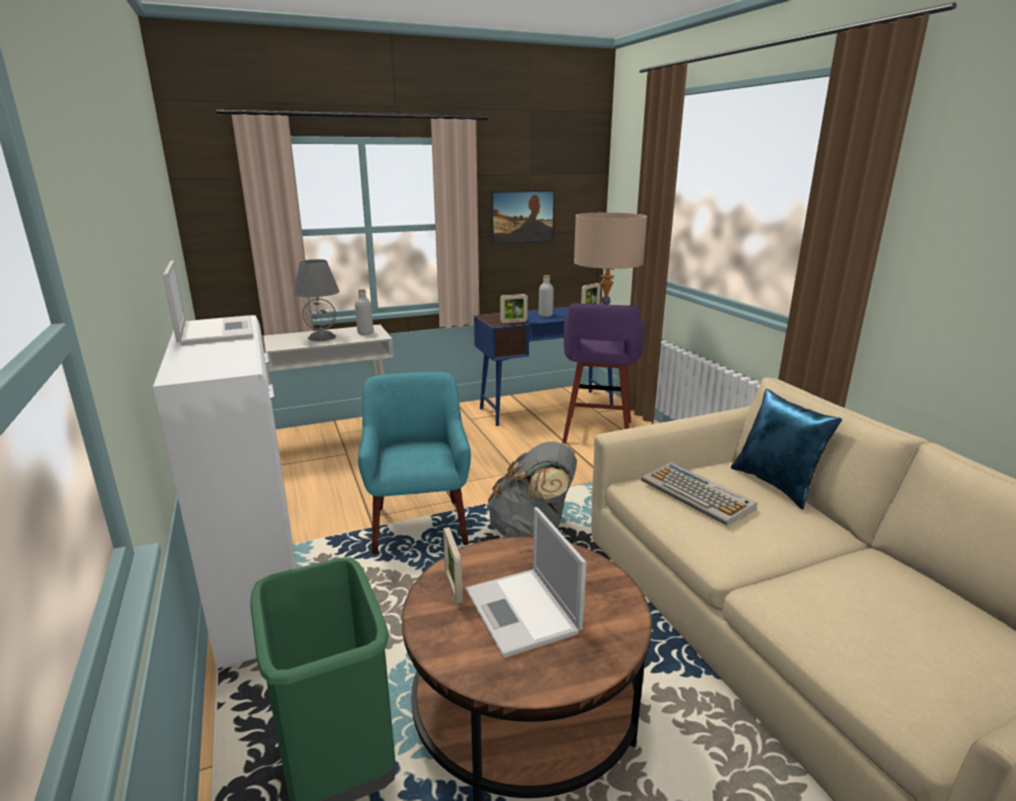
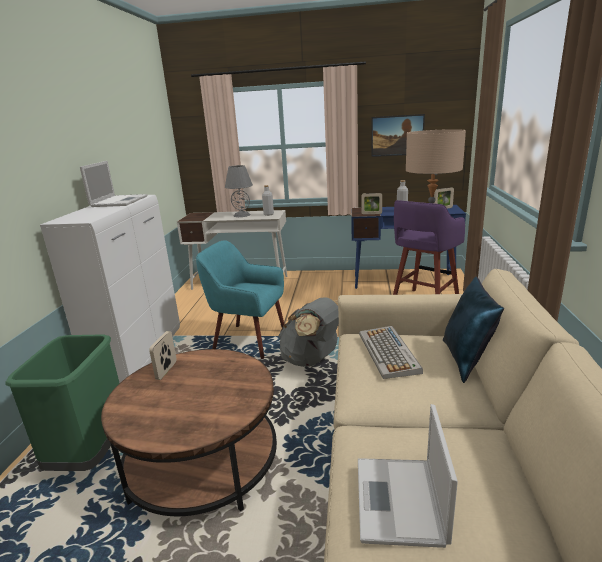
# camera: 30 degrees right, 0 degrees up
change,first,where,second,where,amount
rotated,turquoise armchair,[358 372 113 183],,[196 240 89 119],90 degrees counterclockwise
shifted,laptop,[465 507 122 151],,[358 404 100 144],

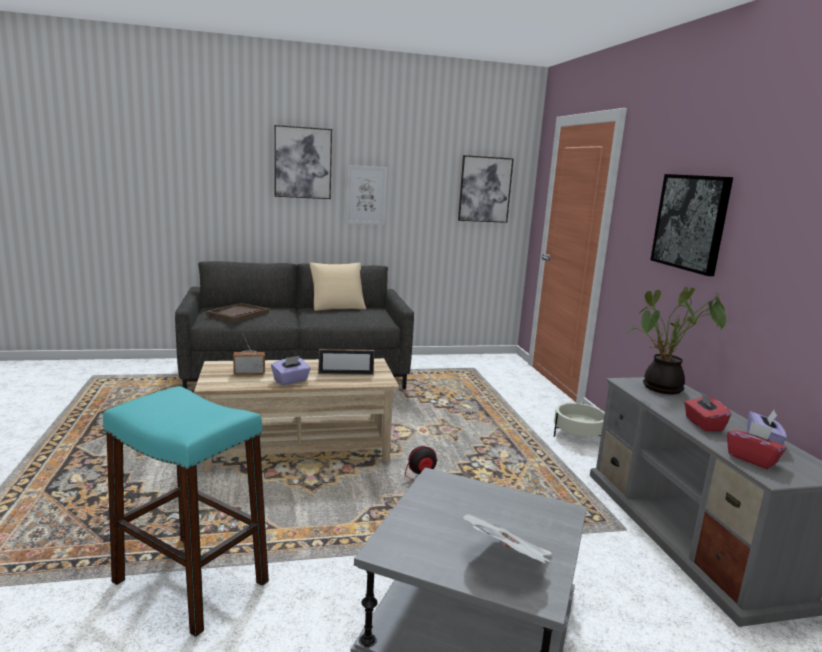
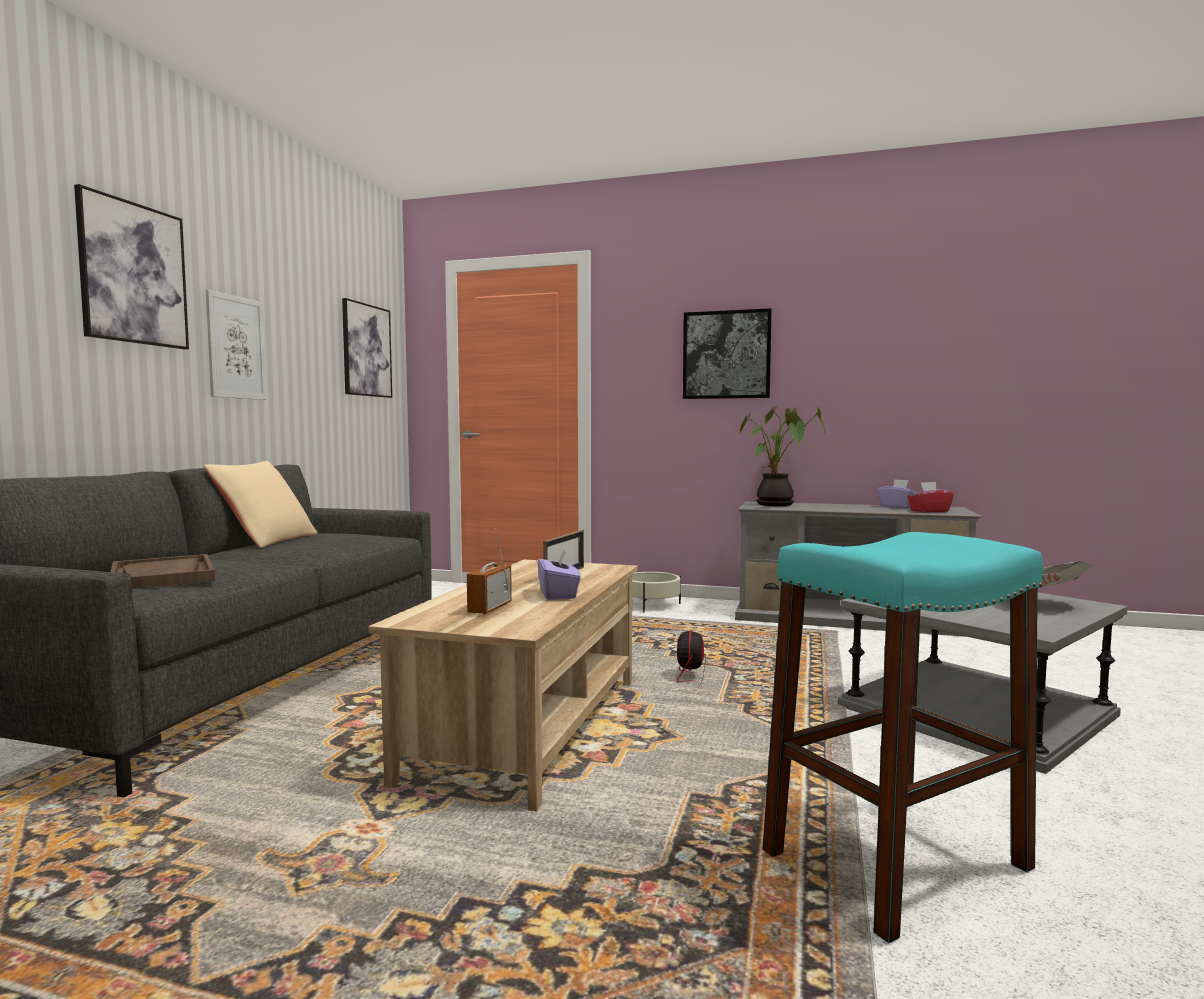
# camera: 60 degrees left, 10 degrees down
change,first,where,second,where,amount
gone,red tissue box,[684 391 47 41],,,

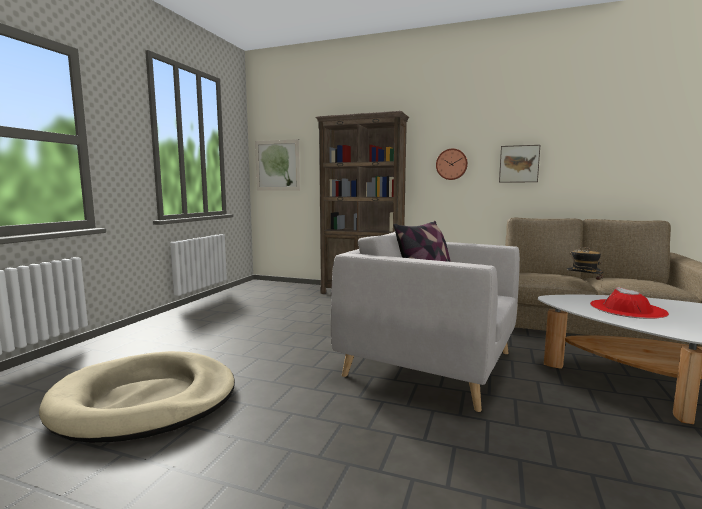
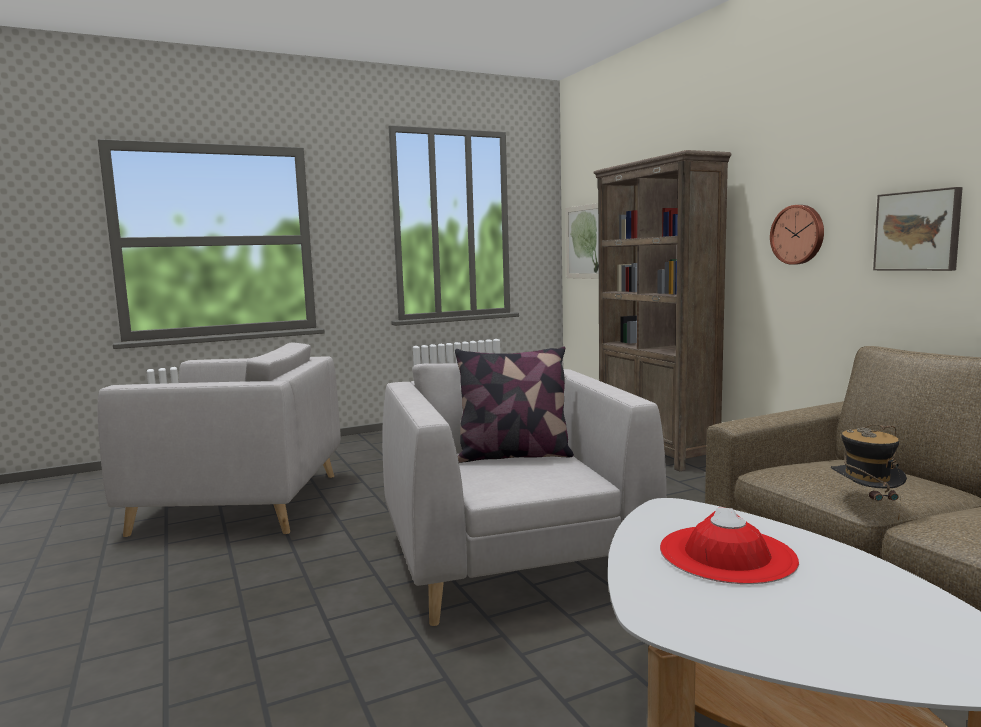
# camera: 45 degrees right, 0 degrees up
change,first,where,second,where,amount
swapped,beige dog bed,[39 351 196 92],grey armchair,[98 342 243 195],

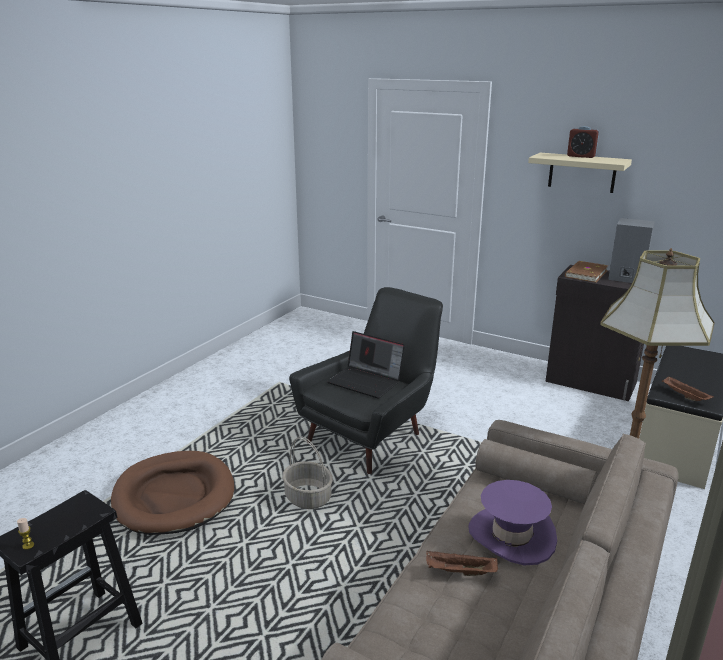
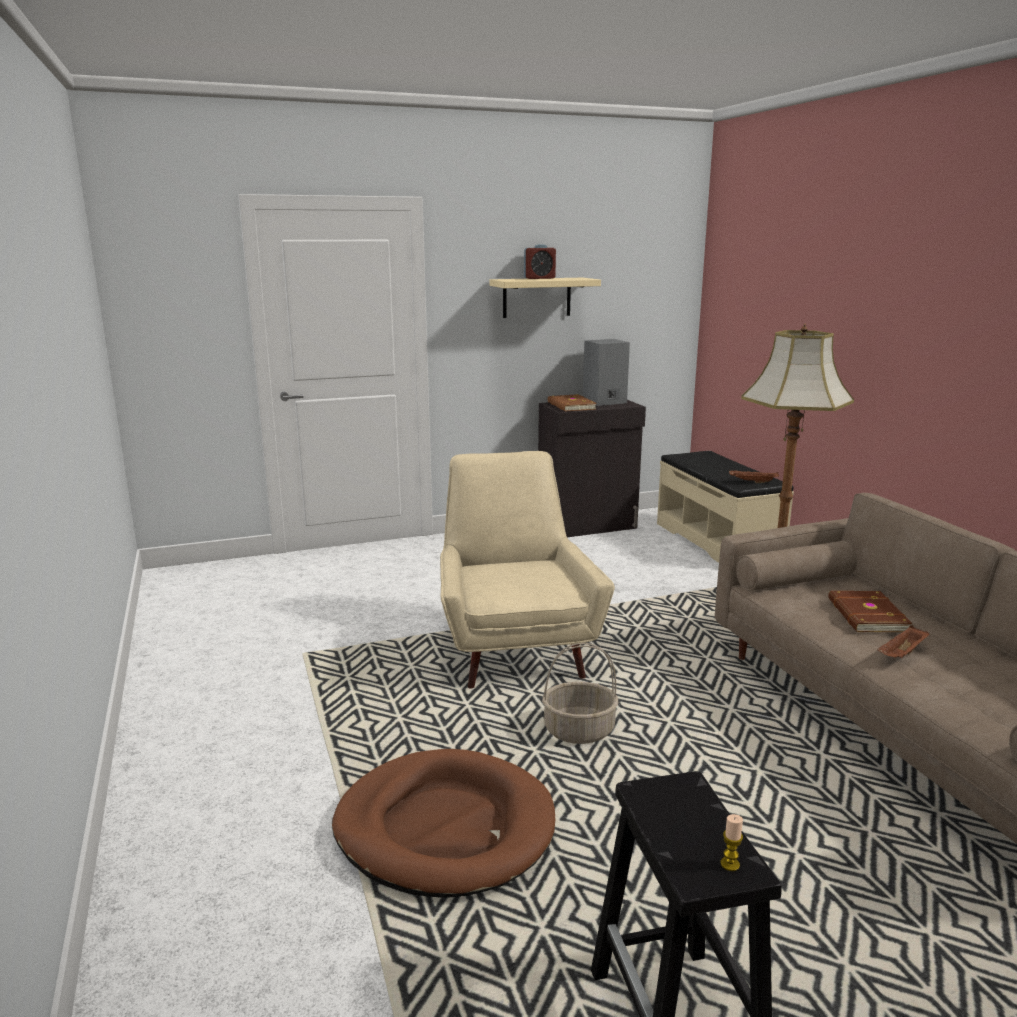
# camera: 50 degrees left, 5 degrees down
change,first,where,second,where,amount
repainted,black armchair,[289 287 154 187],beige armchair,[440 451 175 238],
gone,laptop,[327 331 78 68],,,
swapped,purple hat,[468 480 89 85],brown book,[828 591 84 42],

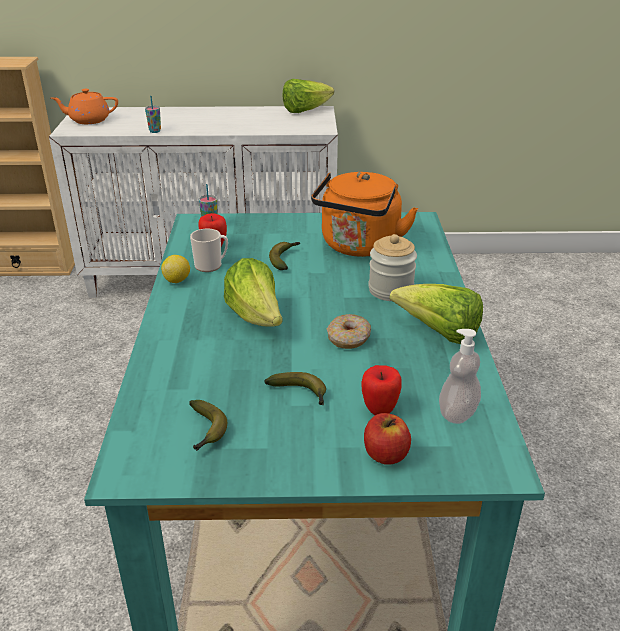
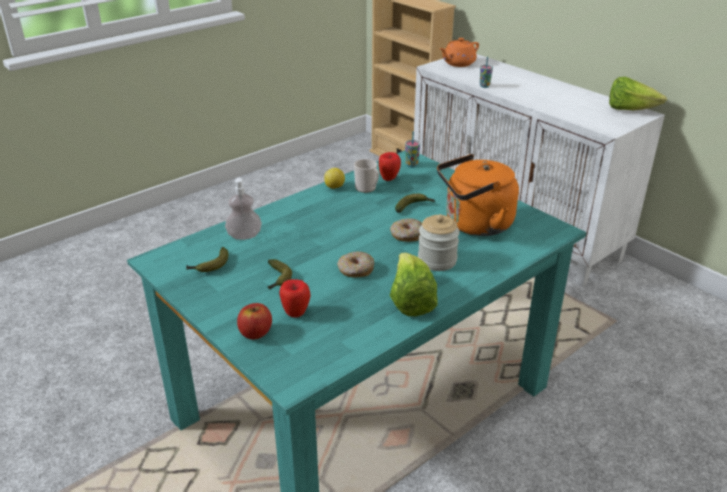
# camera: 50 degrees right, 0 degrees up
change,first,where,second,where,amount
rotated,orange teapot,[51 89 67 35],,[440 38 39 29],75 degrees counterclockwise
gone,lettuce,[224 258 59 69],,,
shifted,soap dispenser,[439 329 42 95],,[225 178 37 62],
new,,,donut,[390 218 32 24],

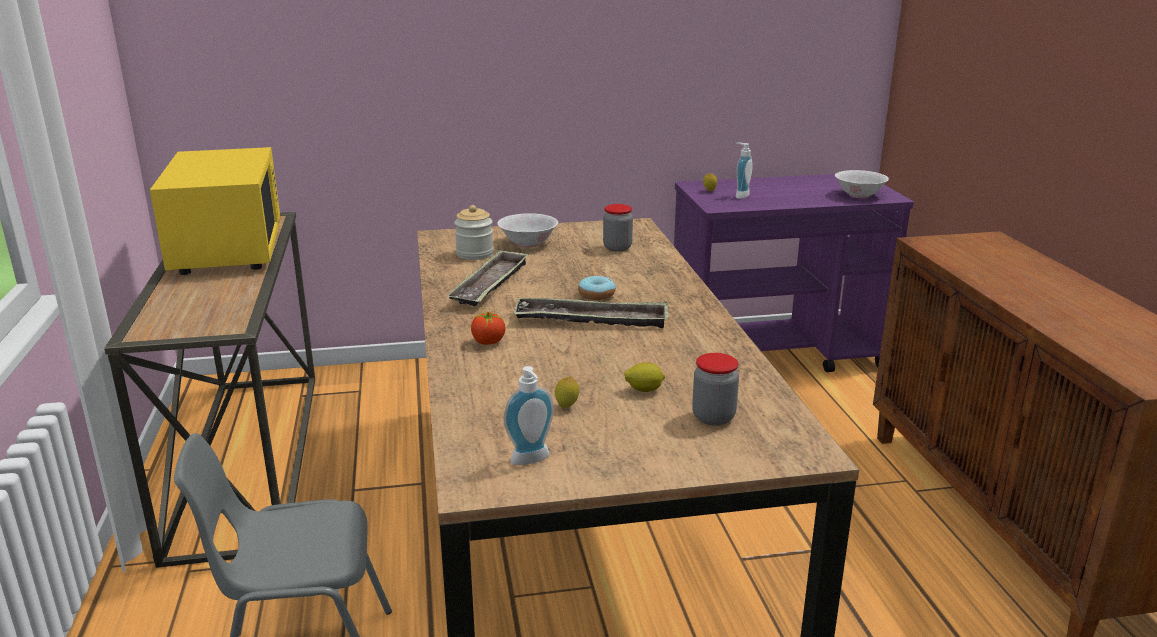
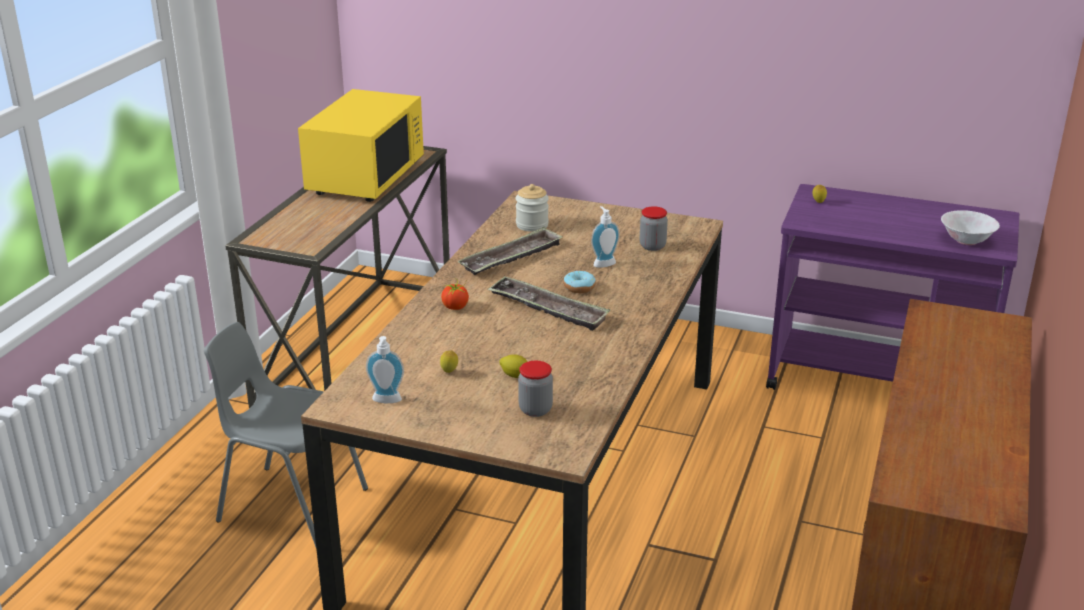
# camera: 30 degrees right, 5 degrees up
change,first,where,second,where,amount
gone,white bowl,[497 213 61 35],,,
shifted,soap dispenser,[736 142 17 57],,[591 206 29 62],

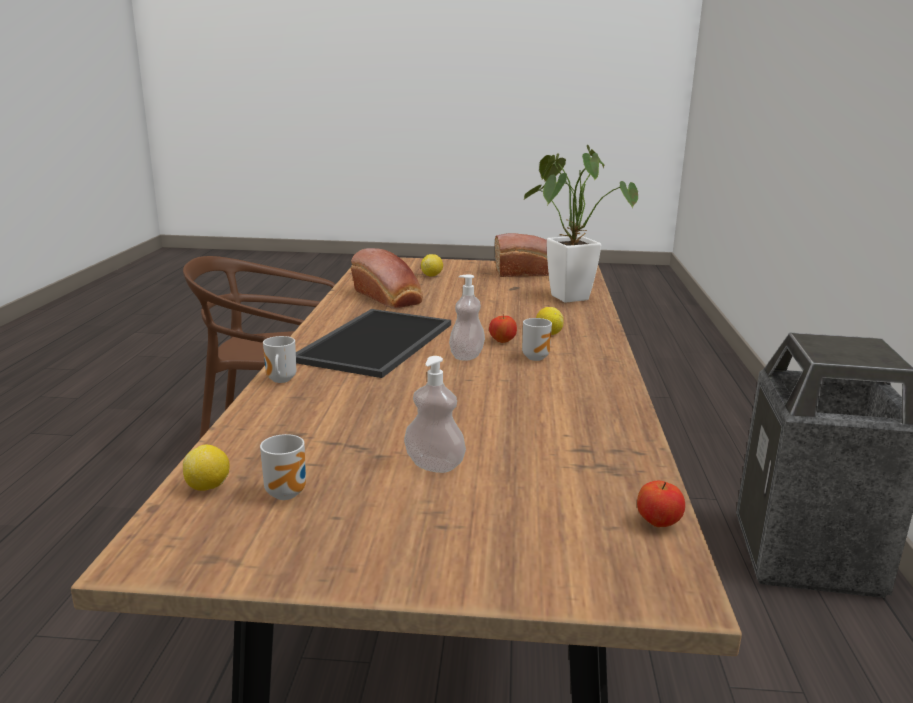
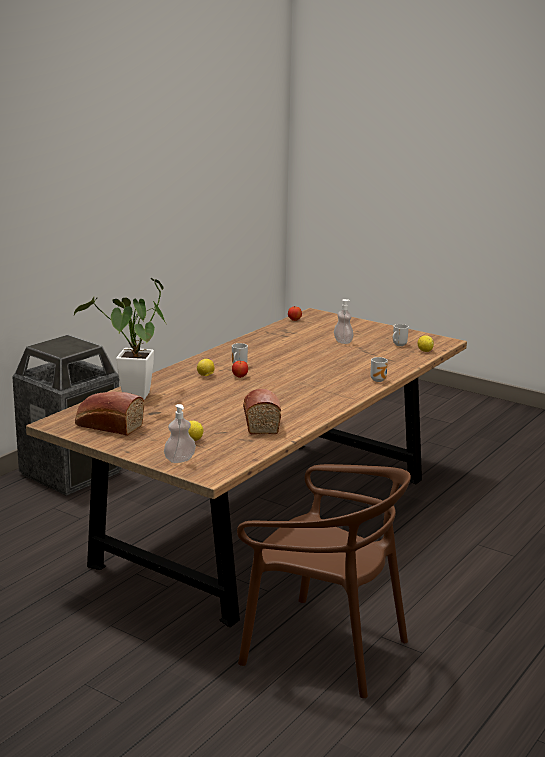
# camera: 150 degrees left, 0 degrees up
change,first,where,second,where,amount
gone,tray,[296 309 155 69],,,
shifted,soap dispenser,[449 274 36 87],,[164 404 32 59],

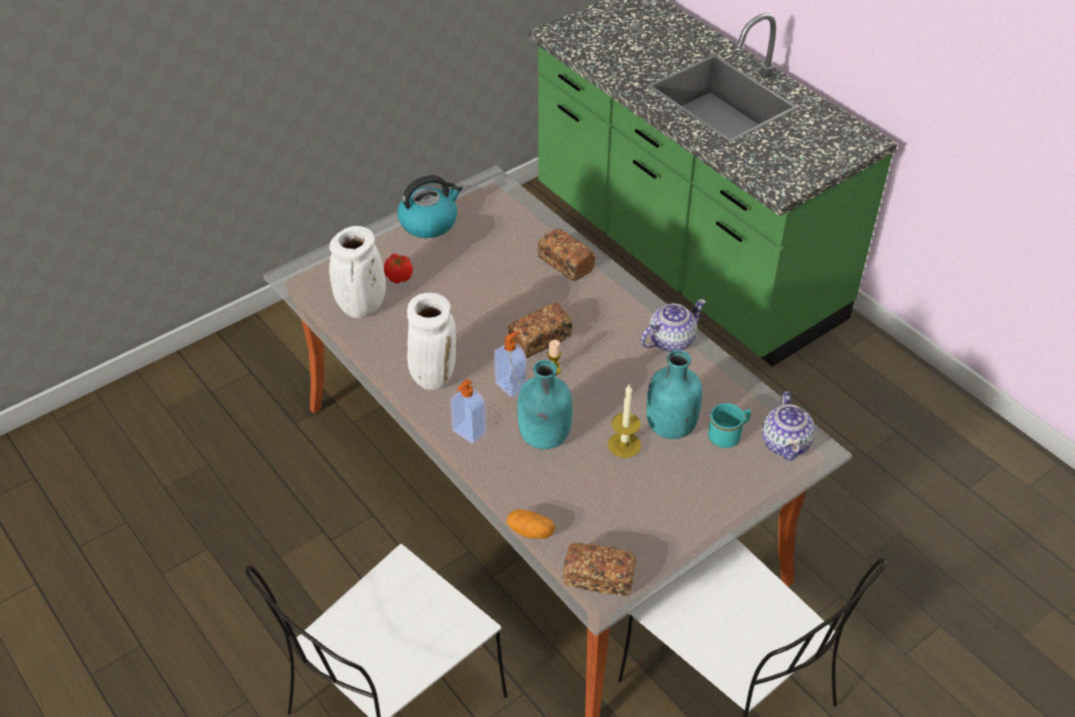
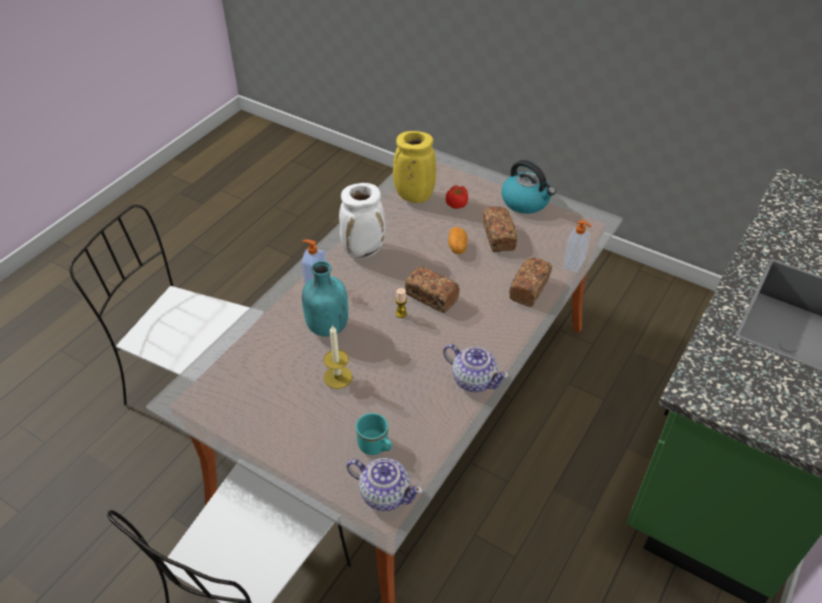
# camera: 70 degrees right, 0 degrees up
change,first,where,second,where,amount
repainted,white vase,[329 226 57 93],yellow vase,[393 131 43 72],
shifted,soap dispenser,[494 332 33 66],,[563 220 28 53],
shifted,potato,[507 509 48 30],,[448 227 20 27],
shifted,bread,[563 543 73 53],,[483 206 34 46],
gone,turquoise bottle,[647 350 55 89],,,
rotated,teapot,[762 391 53 70],,[347 458 76 53],135 degrees counterclockwise

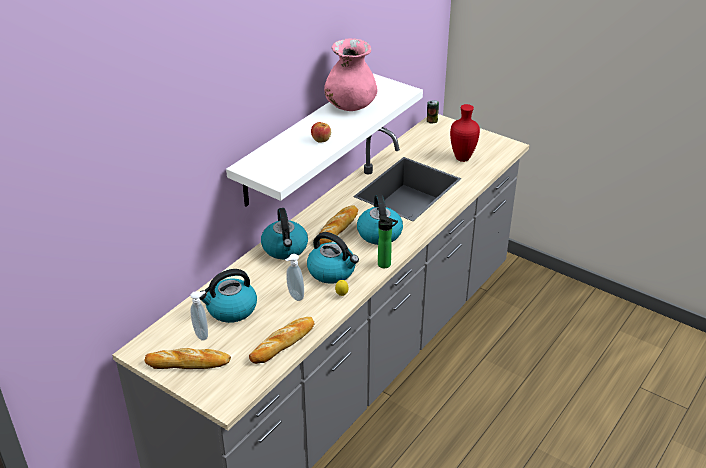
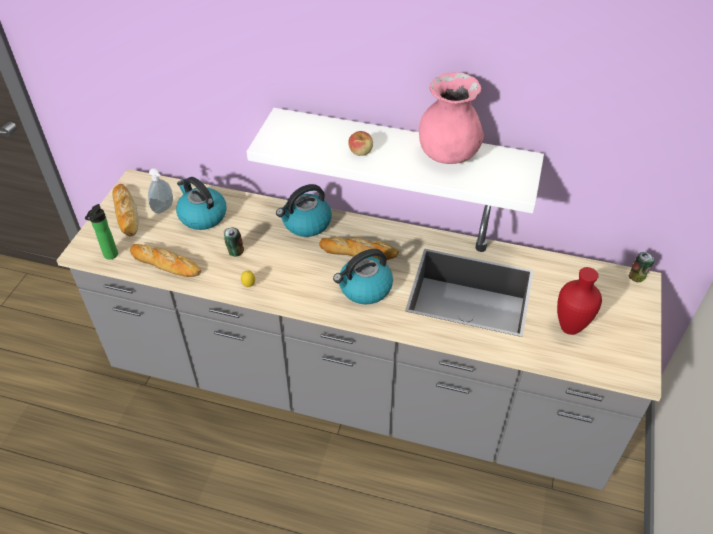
# camera: 70 degrees right, 10 degrees up
change,first,where,second,where,amount
swapped,soap dispenser,[285 254 19 47],can,[224 227 20 30],
gone,kettle,[307 232 52 52],,,
shifted,bottle,[378 215 20 53],,[85 204 33 56],

